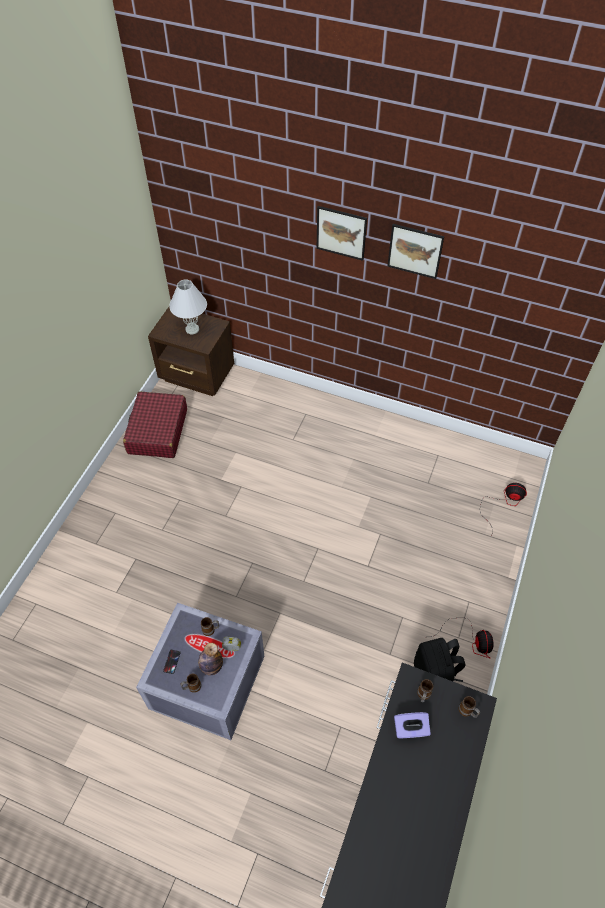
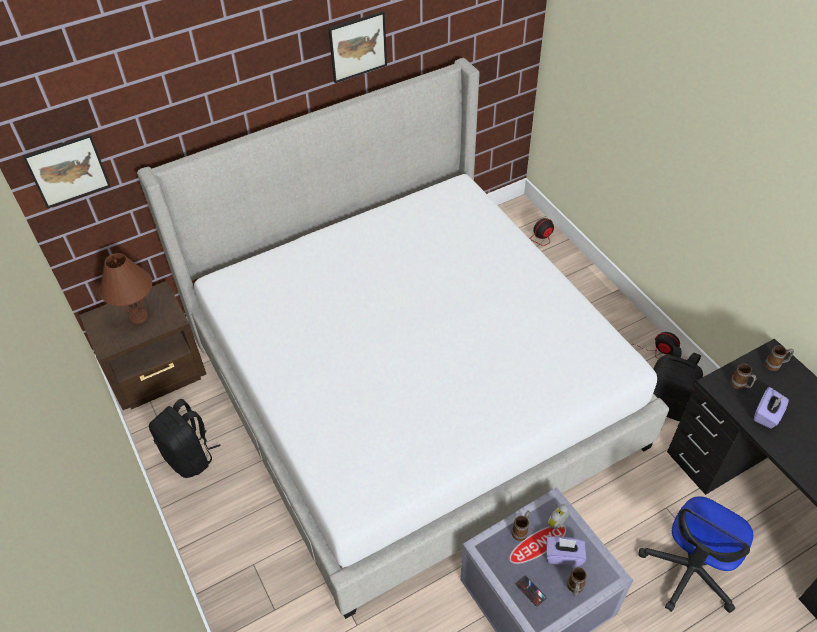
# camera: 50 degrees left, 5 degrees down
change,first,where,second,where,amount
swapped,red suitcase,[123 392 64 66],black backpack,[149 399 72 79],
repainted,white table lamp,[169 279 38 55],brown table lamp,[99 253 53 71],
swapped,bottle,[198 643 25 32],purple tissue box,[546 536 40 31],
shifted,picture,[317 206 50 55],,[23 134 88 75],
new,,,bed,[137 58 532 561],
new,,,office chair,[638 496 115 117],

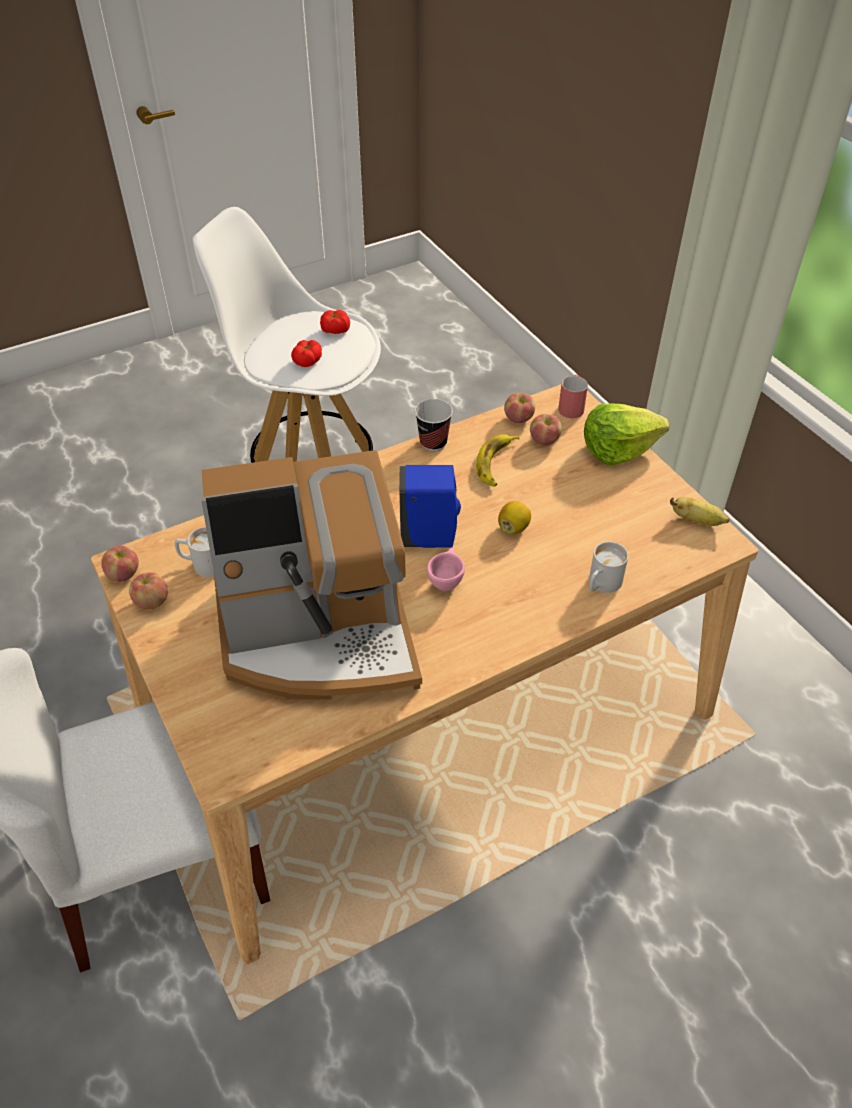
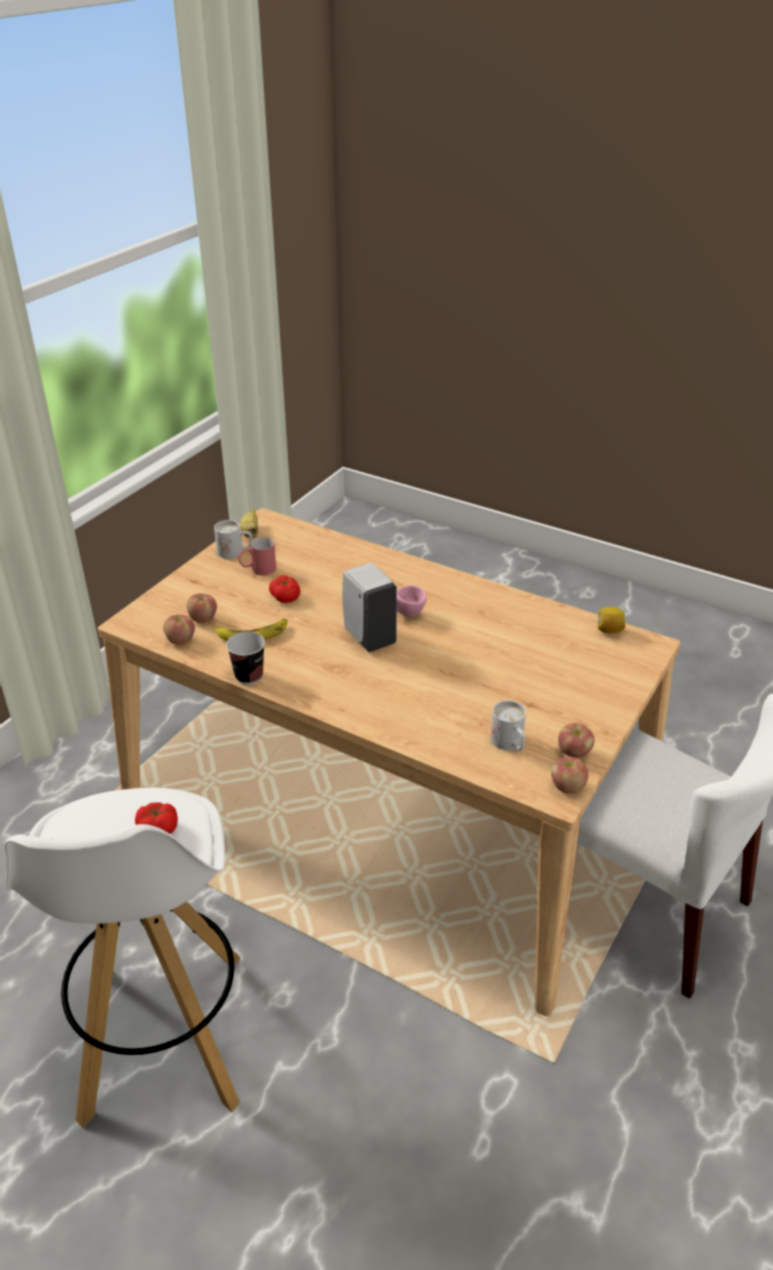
# camera: 120 degrees left, 10 degrees down
change,first,where,second,where,amount
gone,coffee machine,[201 450 221 250],,,
shifted,tomato,[320 310 30 24],,[269 575 31 28],
repainted,blue soap dispenser,[399 465 62 83],white soap dispenser,[342 563 55 89],
shifted,lemon,[498 501 33 33],,[598 607 28 26],
shifted,red mug,[558 374 30 44],,[238 537 38 39],
gone,lettuce,[584 403 85 62],,,
shifted,white mug,[589 542 39 51],,[214 520 39 39],

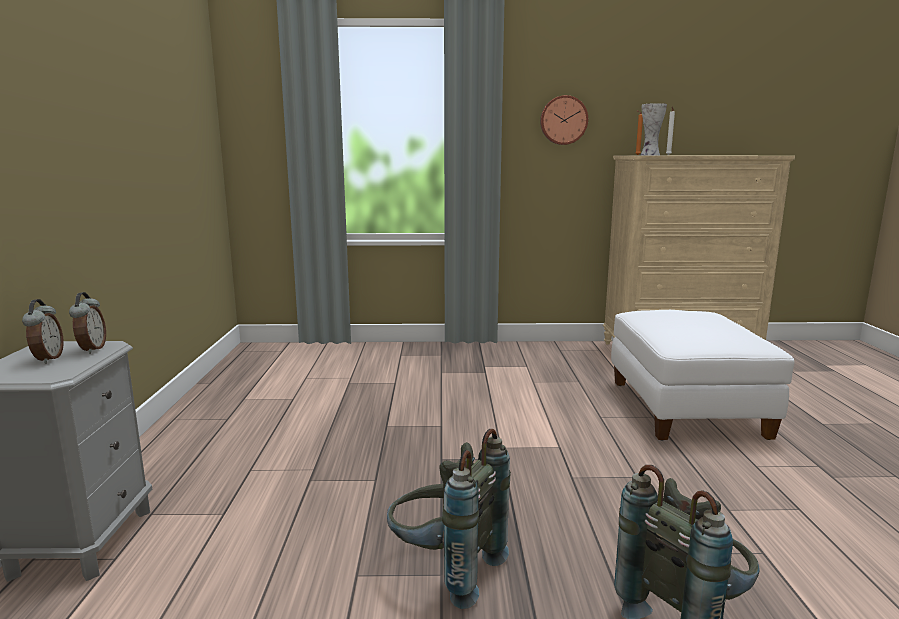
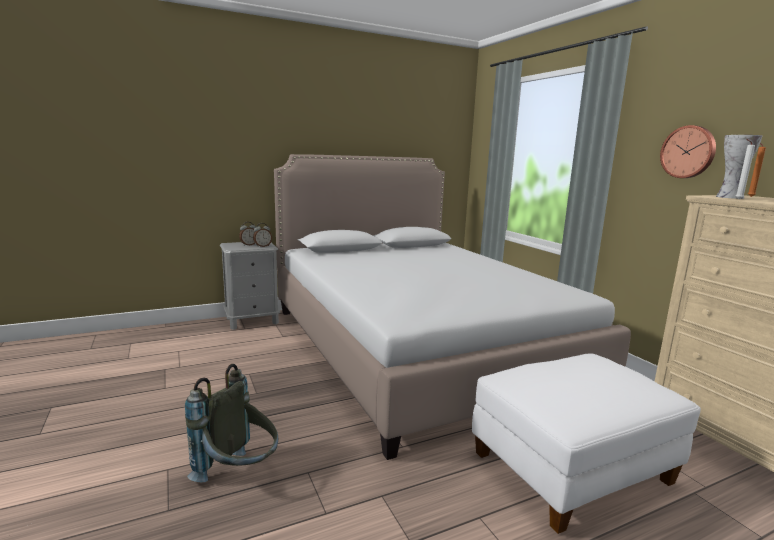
# camera: 65 degrees right, 0 degrees up
change,first,where,second,where,amount
gone,grey backpack,[387 429 124 180],,,
new,,,bed,[274 154 357 306],

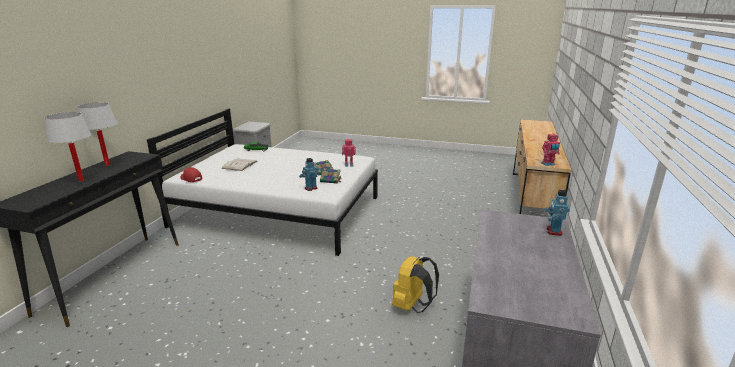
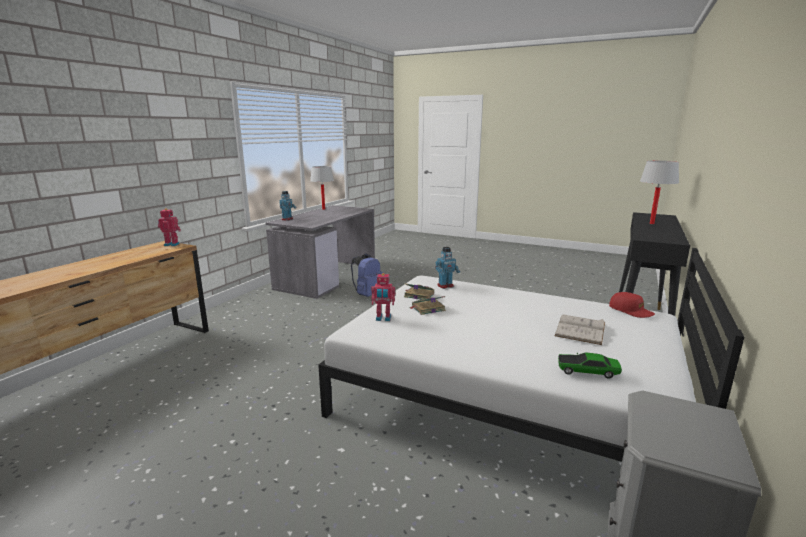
# camera: 170 degrees left, 5 degrees down
change,first,where,second,where,amount
shifted,white table lamp,[76 102 41 64],,[310 166 24 44],
repainted,yellow backpack,[392 256 47 57],blue backpack,[351 254 32 43],

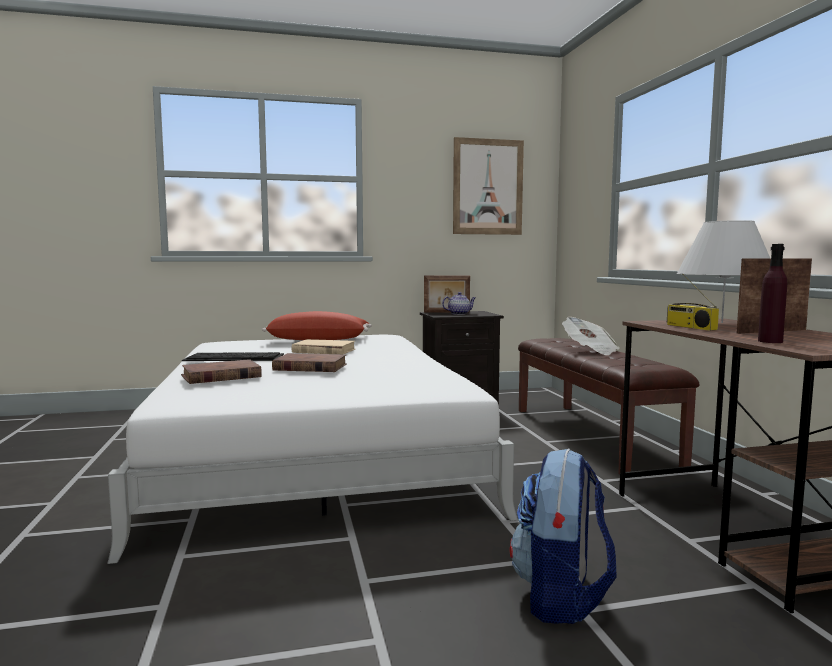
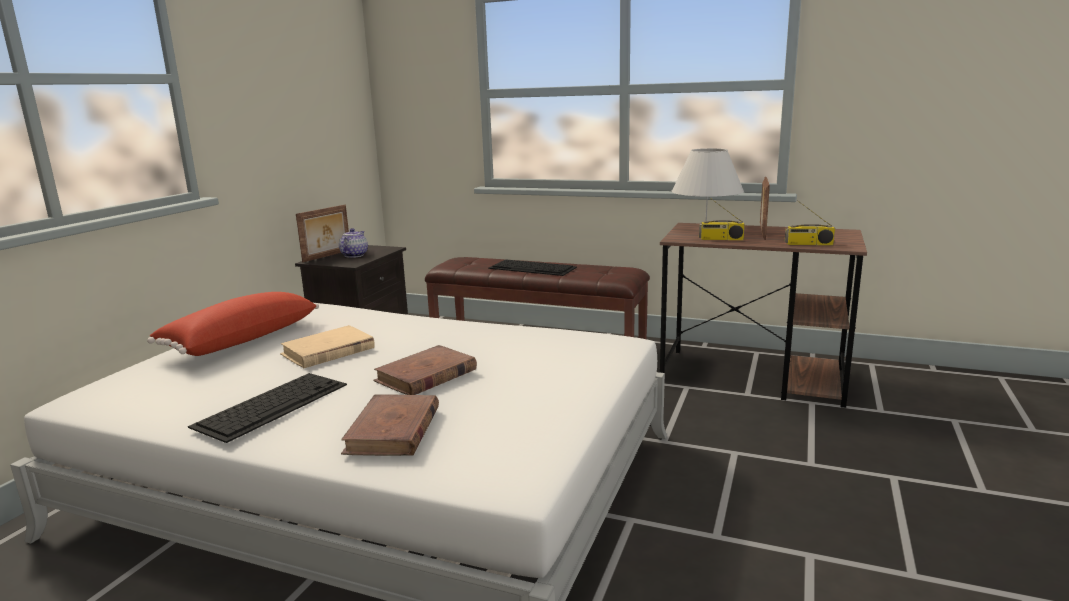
# camera: 55 degrees left, 10 degrees up
change,first,where,second,where,amount
gone,picture,[453 137 71 98],,,
gone,backpack,[510 448 106 176],,,
swapped,newspaper,[562 317 58 38],keyboard,[488 260 89 16],
swapped,purple bottle,[758 244 29 99],radio,[785 200 50 45],

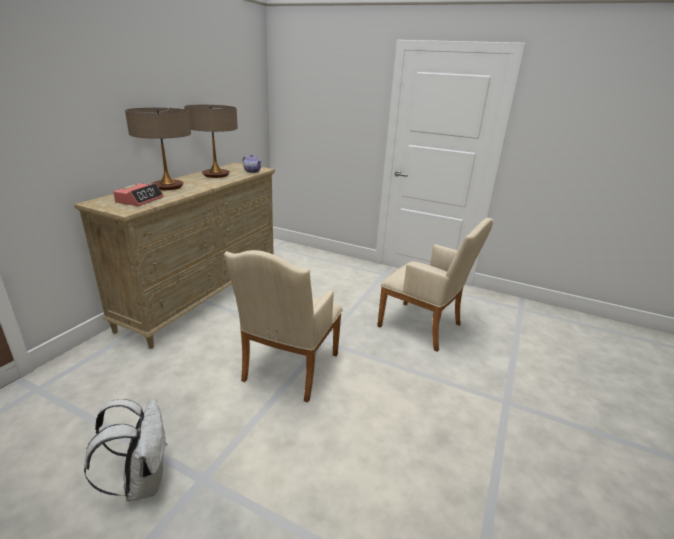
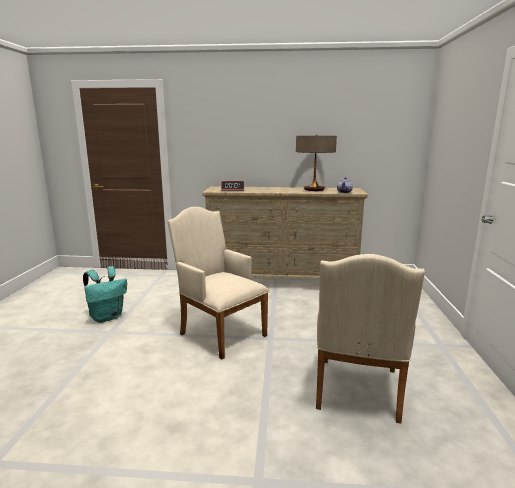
# camera: 70 degrees right, 10 degrees down
change,first,where,second,where,amount
repainted,white backpack,[84 399 83 102],turquoise backpack,[83 266 44 57],
gone,table lamp,[125 108 66 82],,,
rotated,beige armchair,[224 250 119 152],,[167 207 102 152],45 degrees clockwise

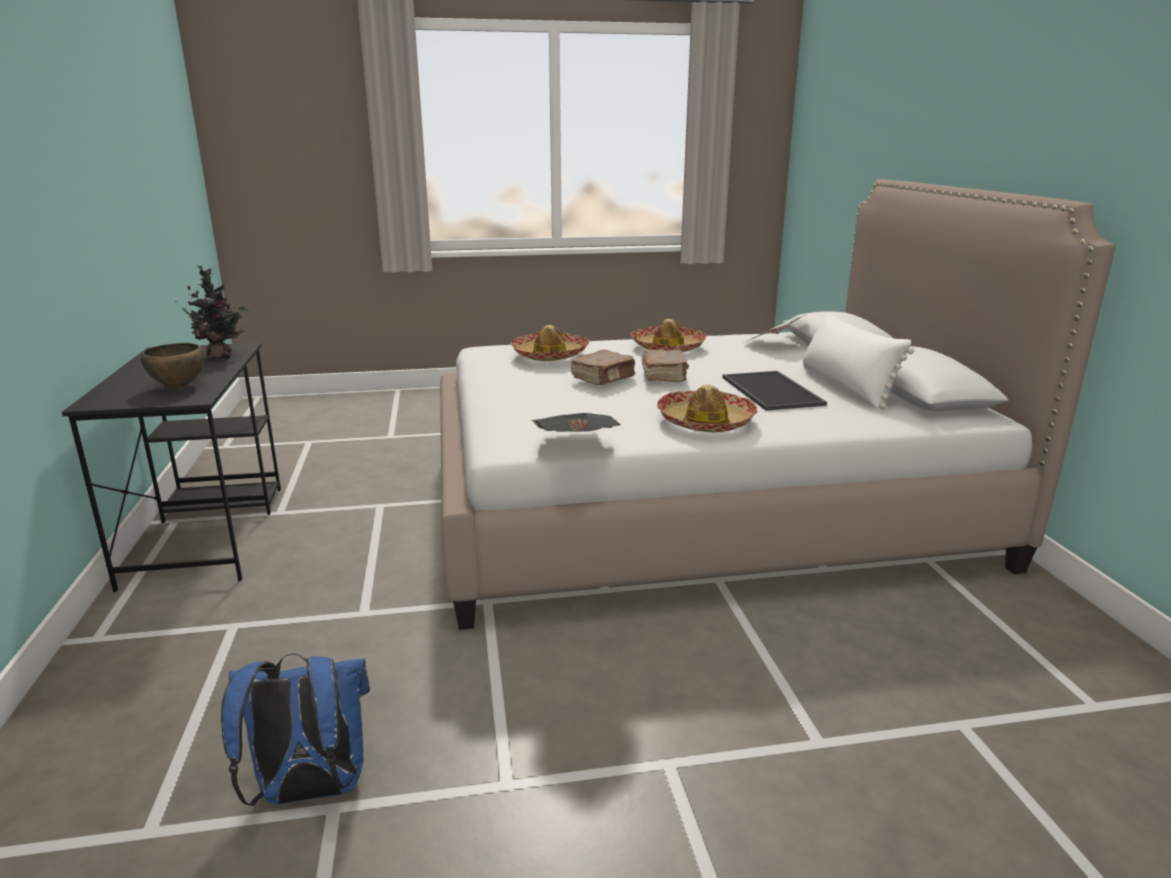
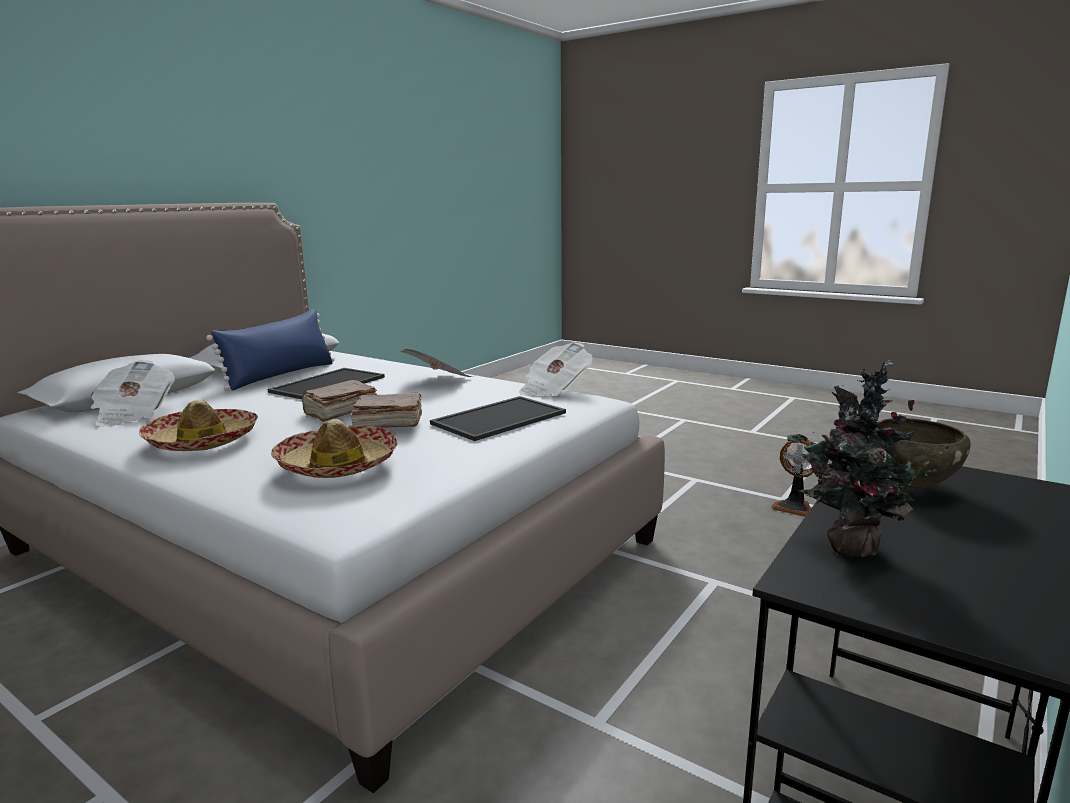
# camera: 135 degrees left, 5 degrees down
change,first,where,second,where,amount
swapped,blue backpack,[221 653 149 153],fan,[770 440 44 77],
swapped,hat,[657 384 100 48],newspaper,[401 349 72 28],
repainted,white pillow,[803 311 111 98],blue pillow,[206 309 128 82],
new,,,tray,[430 396 136 45],

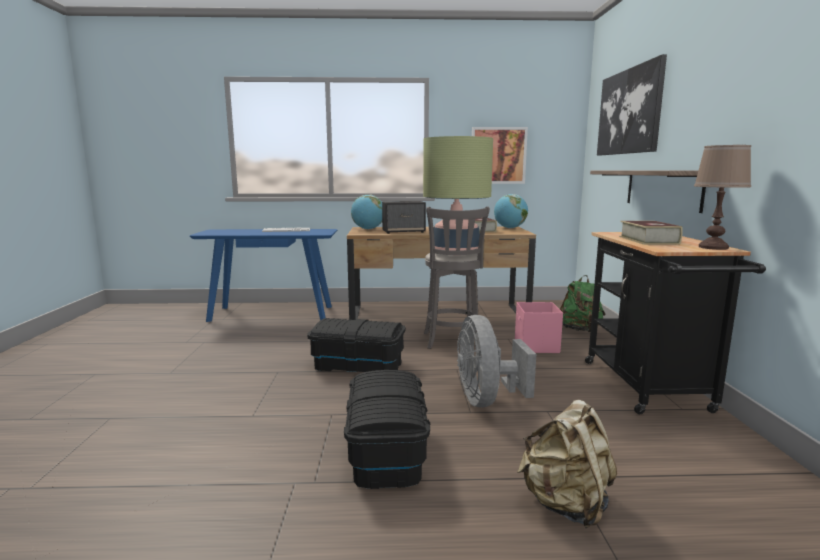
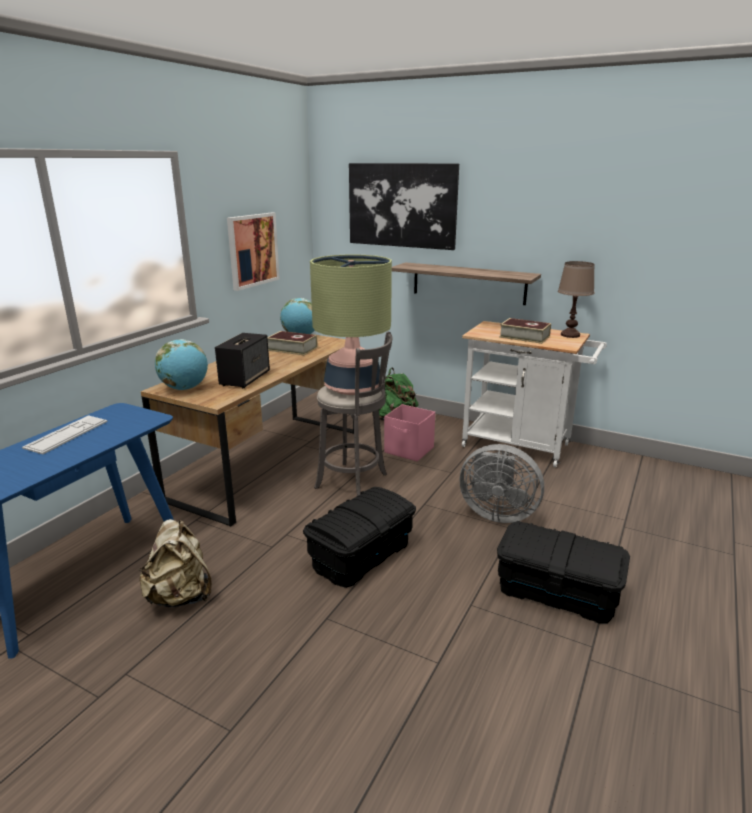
# camera: 60 degrees left, 10 degrees up
change,first,where,second,where,amount
shifted,beige backpack,[517 400 100 128],,[138 519 74 88],
repainted,black cart,[585 232 181 182],white cart,[462 321 145 146],

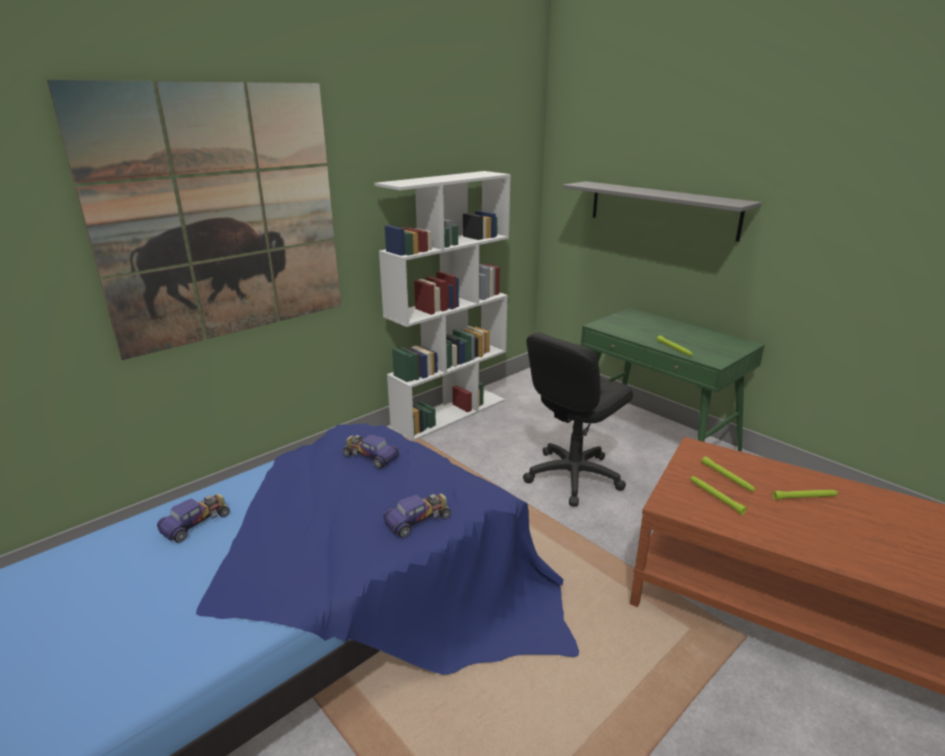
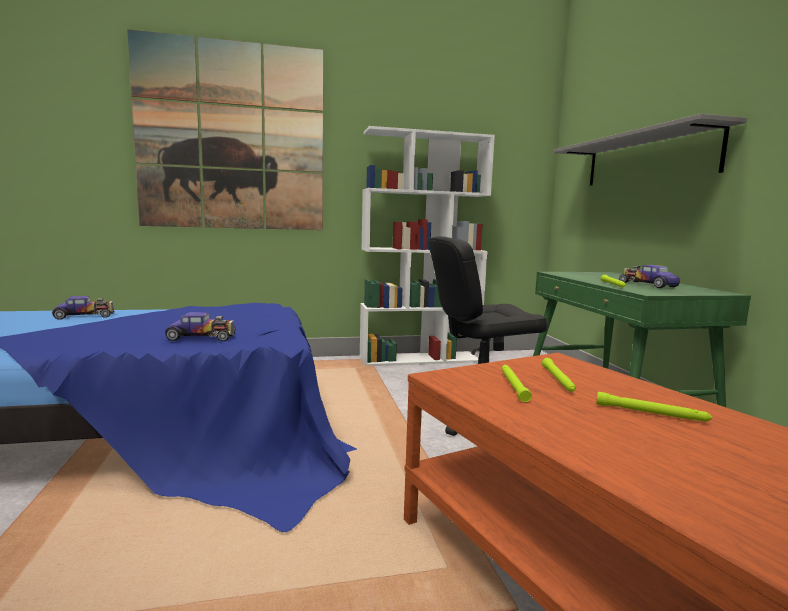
# camera: 30 degrees right, 15 degrees down
change,first,where,second,where,amount
shifted,toy car,[343 435 56 33],,[619 265 61 23],

